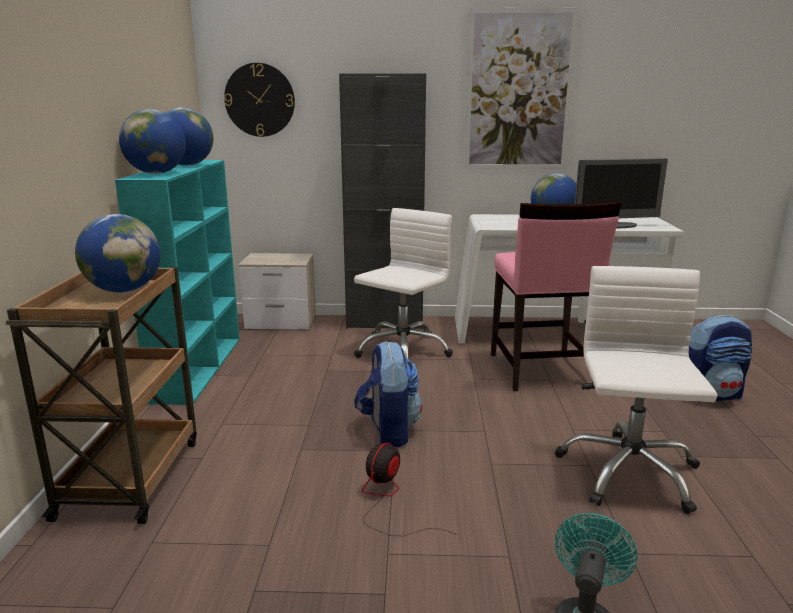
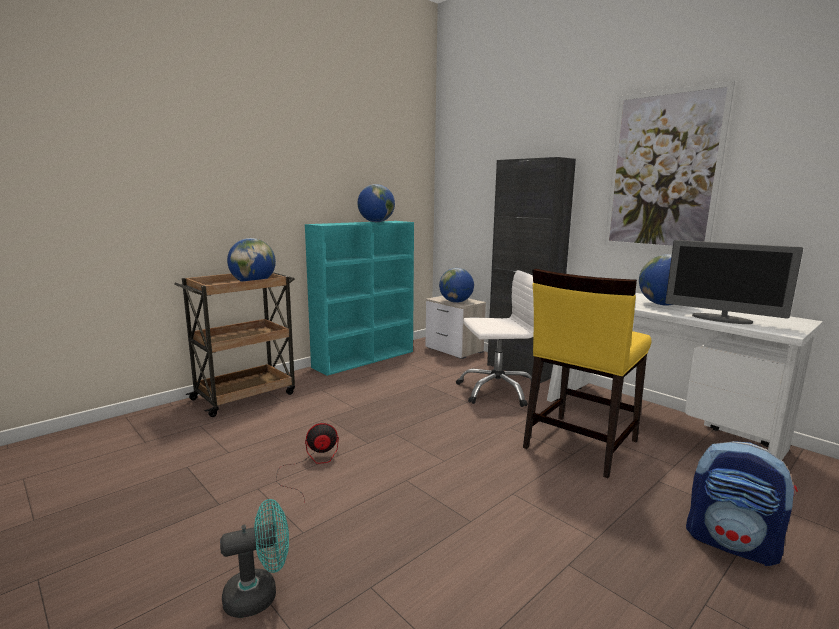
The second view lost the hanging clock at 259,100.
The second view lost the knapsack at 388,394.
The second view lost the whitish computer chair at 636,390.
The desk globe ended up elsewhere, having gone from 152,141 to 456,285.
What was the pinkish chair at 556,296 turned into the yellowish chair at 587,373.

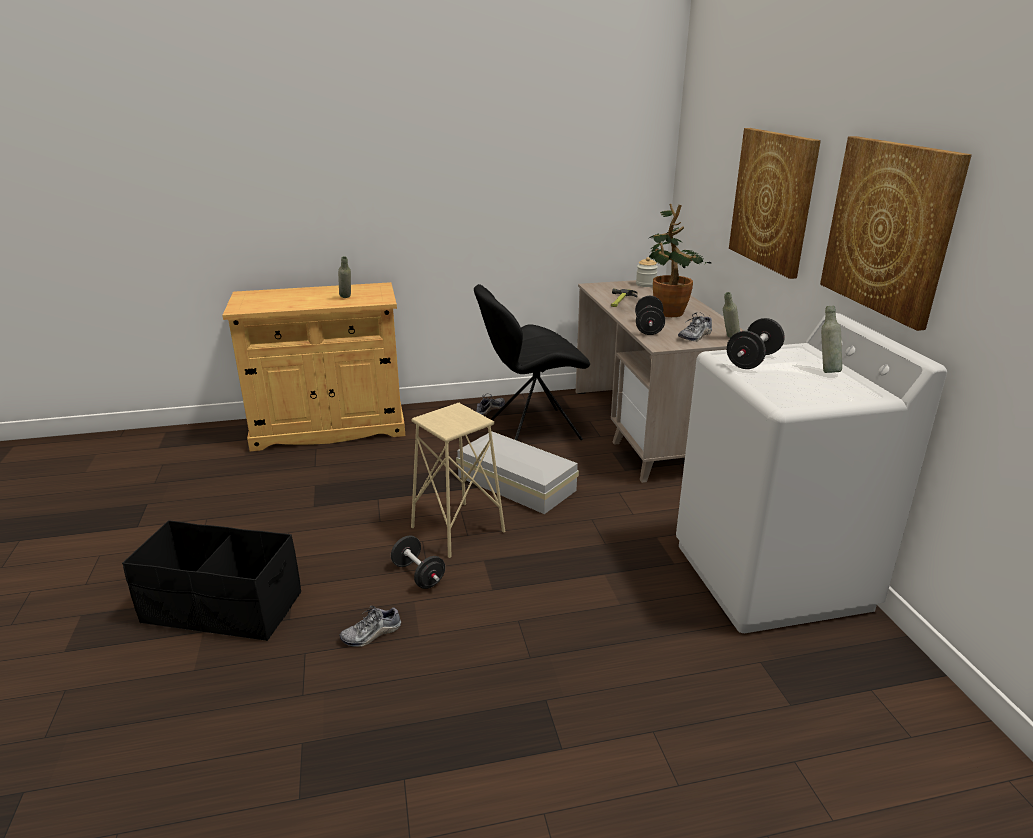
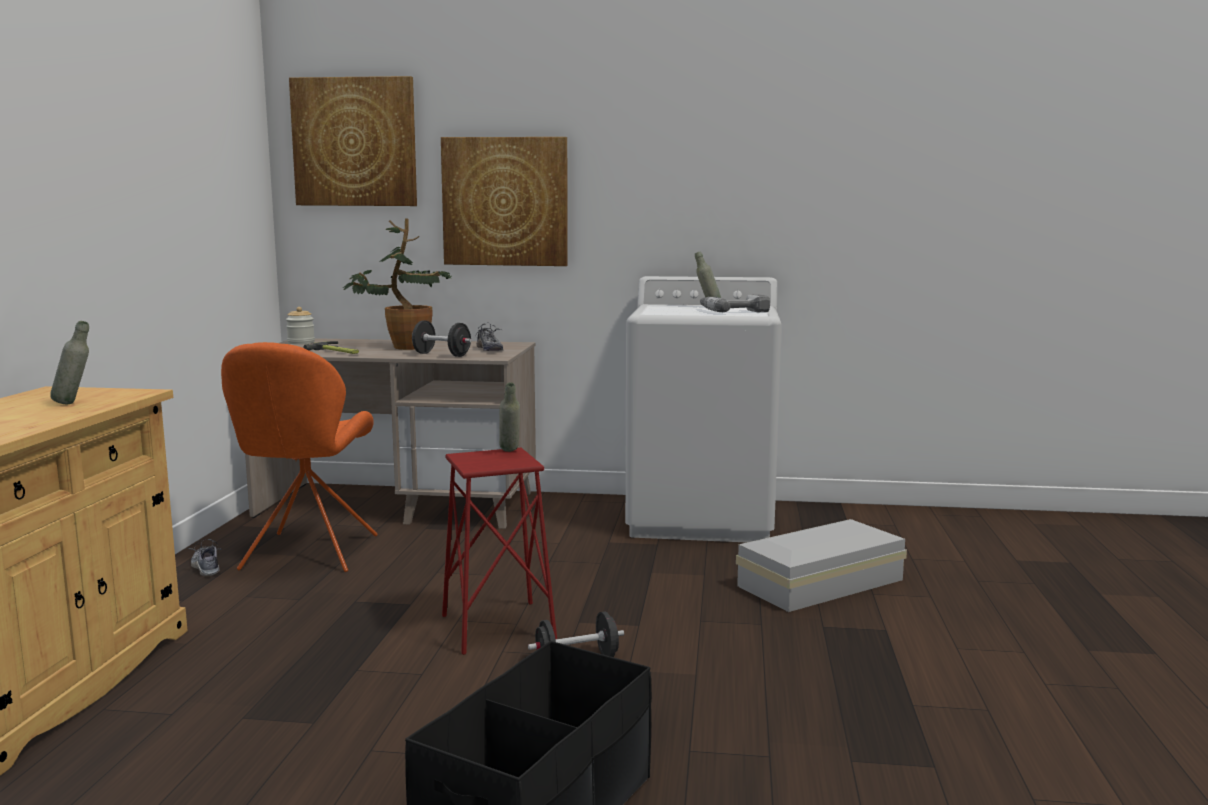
The second view lost the low shoe at 370,626.
The second view lost the blackish free weight at 756,343.
The second view gained the electric drill at 735,303.
The whitish storage bin ended up elsewhere, having gone from 517,472 to 821,565.
The greyish beverage bottle ended up elsewhere, having gone from 731,315 to 509,417.
The wall art ended up elsewhere, having gone from 896,233 to 353,141.
What was the beige sitting stool at 458,480 turned into the red-coloured sitting stool at 499,551.
What was the blackish chair at 532,362 turned into the orangey chair at 299,457.

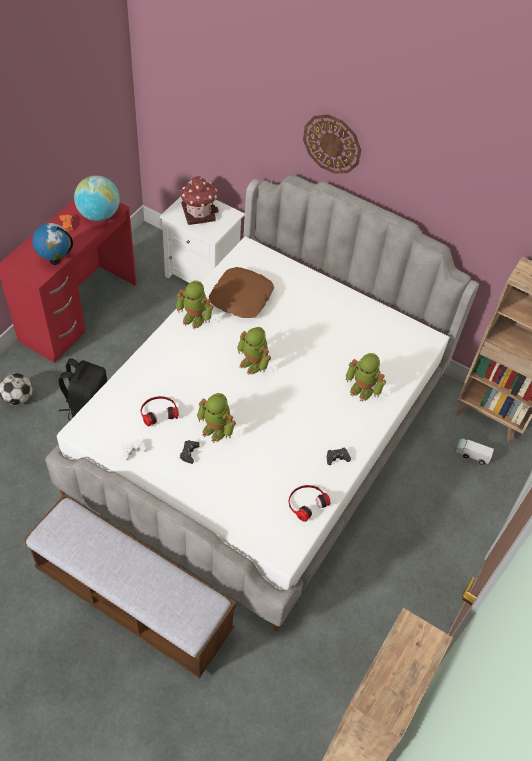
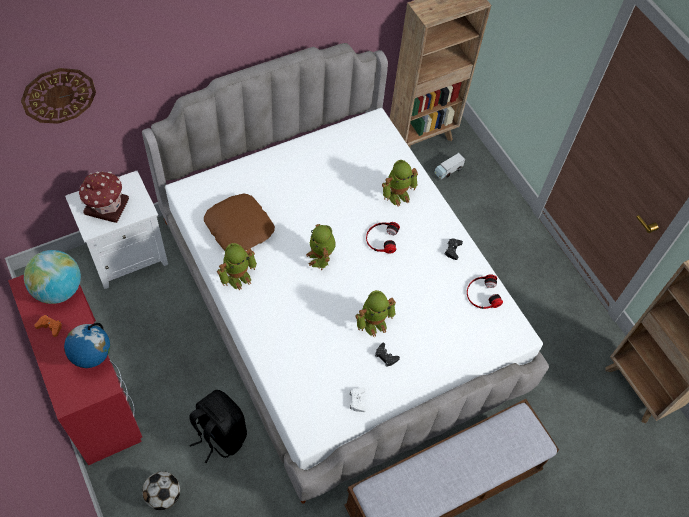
The pair of headphones ended up elsewhere, having gone from 159,411 to 383,238.
The hanging clock ended up elsewhere, having gone from 332,144 to 58,96.
The robot figure at 254,351 ended up facing another way, 90 degrees clockwise from before.

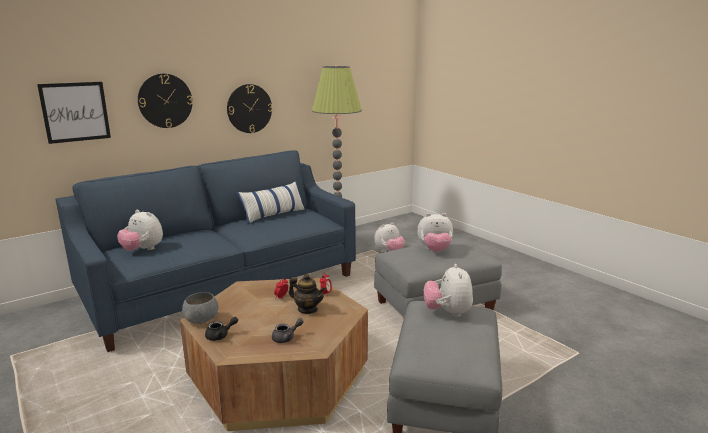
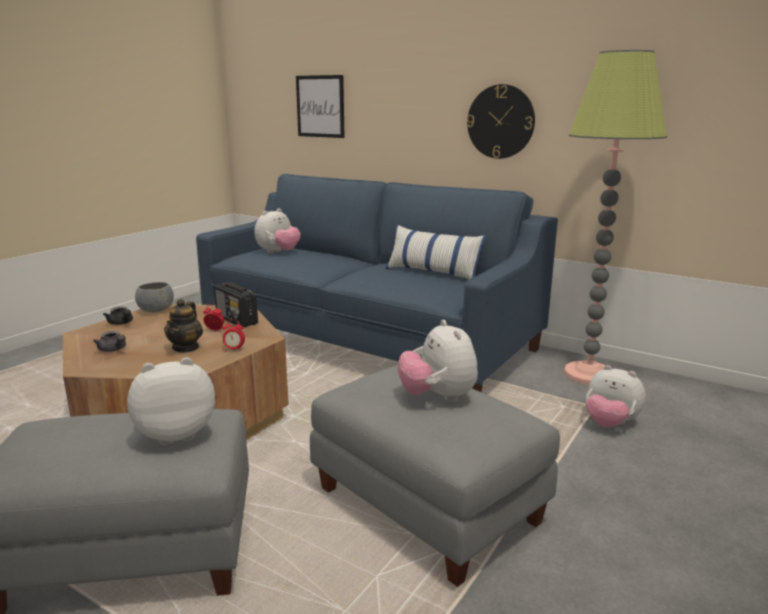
The second view lost the hanging clock at 165,101.
The second view gained the radio at 236,305.
The cuddly toy at 140,230 ended up facing another way, 150 degrees counterclockwise from before.

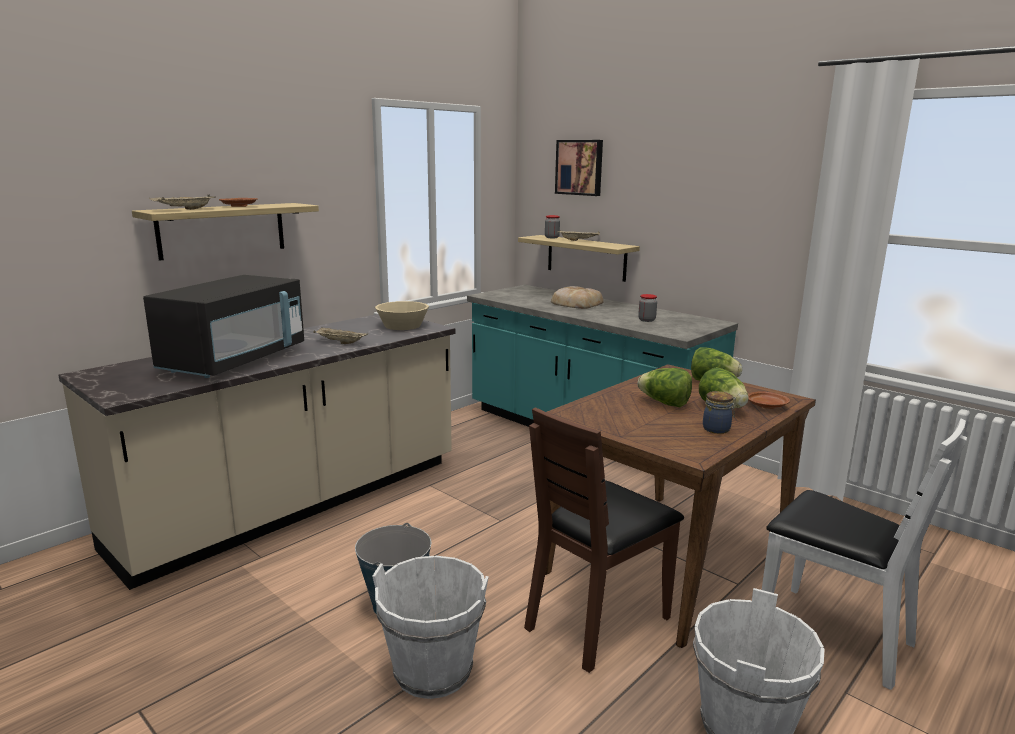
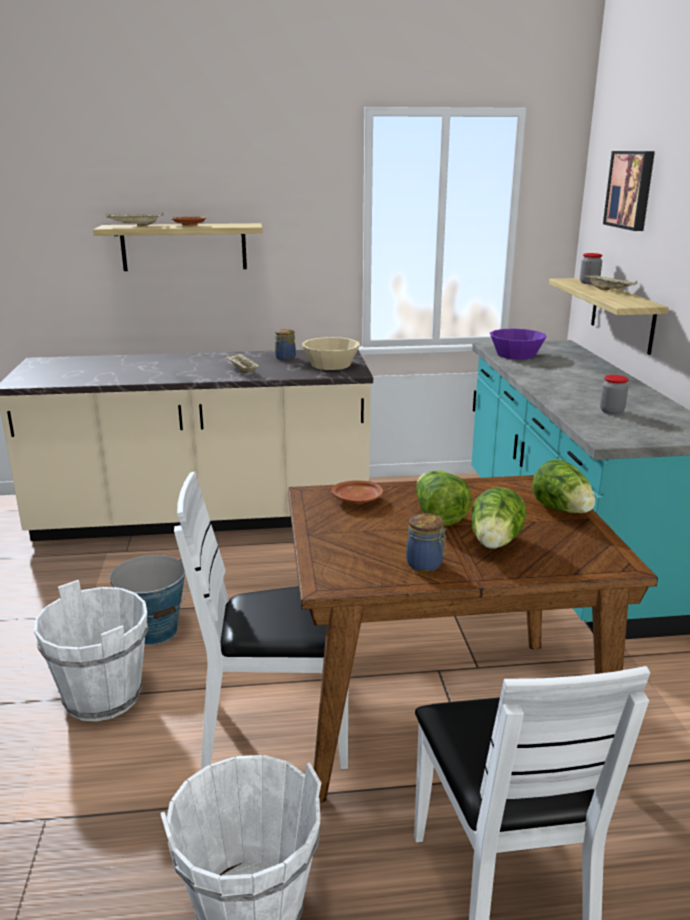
The second view lost the blackish microwave at 223,326.
The second view lost the bakery bread at 577,297.
The second view gained the storage jar at 285,344.
The second view gained the purplish bowl at 518,344.
The brown-coloured dinner plate ended up elsewhere, having gone from 769,400 to 357,492.
What was the brown-coloured chair at 604,540 turned into the whitish chair at 261,621.

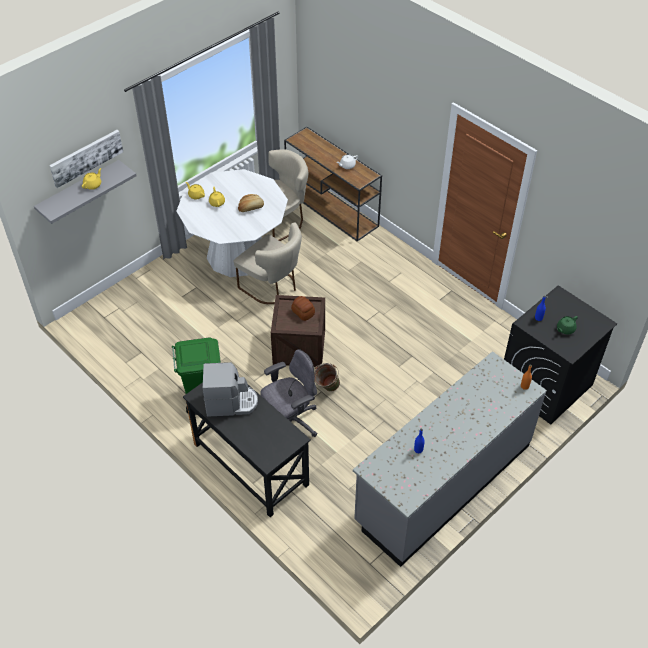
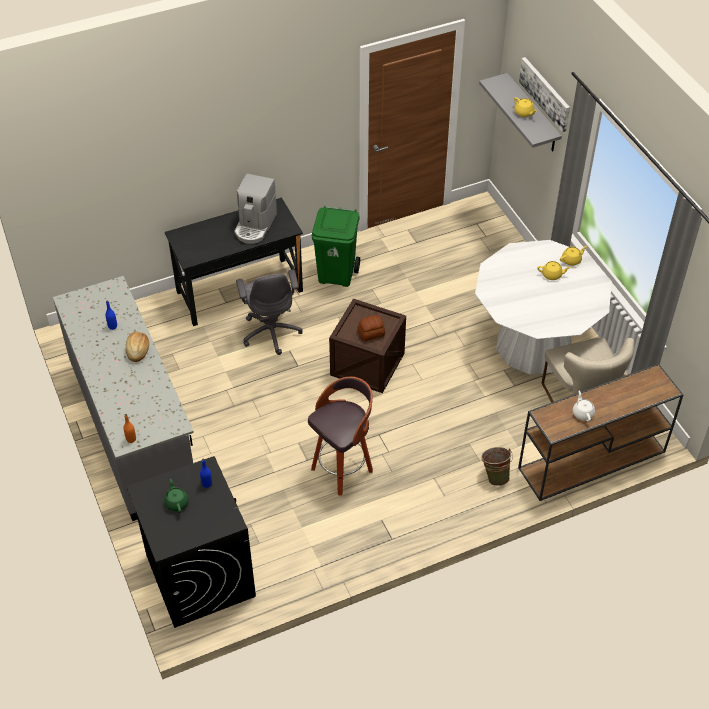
The second view lost the beige chair at 268,263.
The second view gained the sitting stool at 340,436.
The bakery bread ended up elsewhere, having gone from 251,203 to 137,347.
The green-coloured water bucket ended up elsewhere, having gone from 327,377 to 497,466.

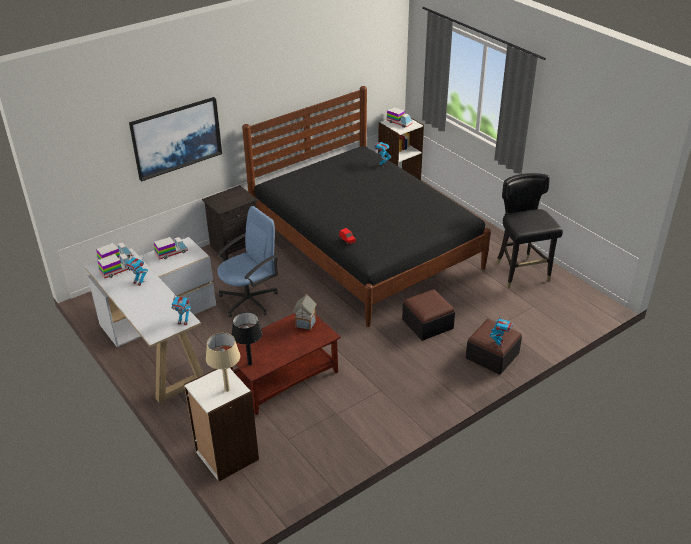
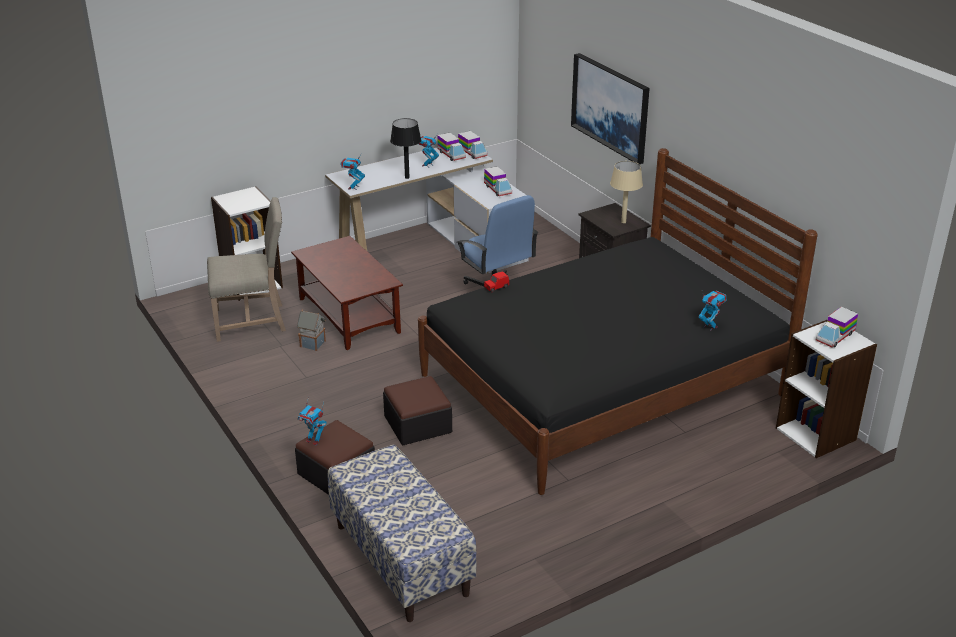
The second view lost the blackish chair at 529,230.
The second view gained the beige chair at 246,269.
The second view gained the long seat at 402,533.
The beige lamp for a table ended up elsewhere, having gone from 223,362 to 626,192.
The blackish lamp for a table ended up elsewhere, having gone from 246,339 to 405,148.
The toy house ended up elsewhere, having gone from 305,312 to 311,330.

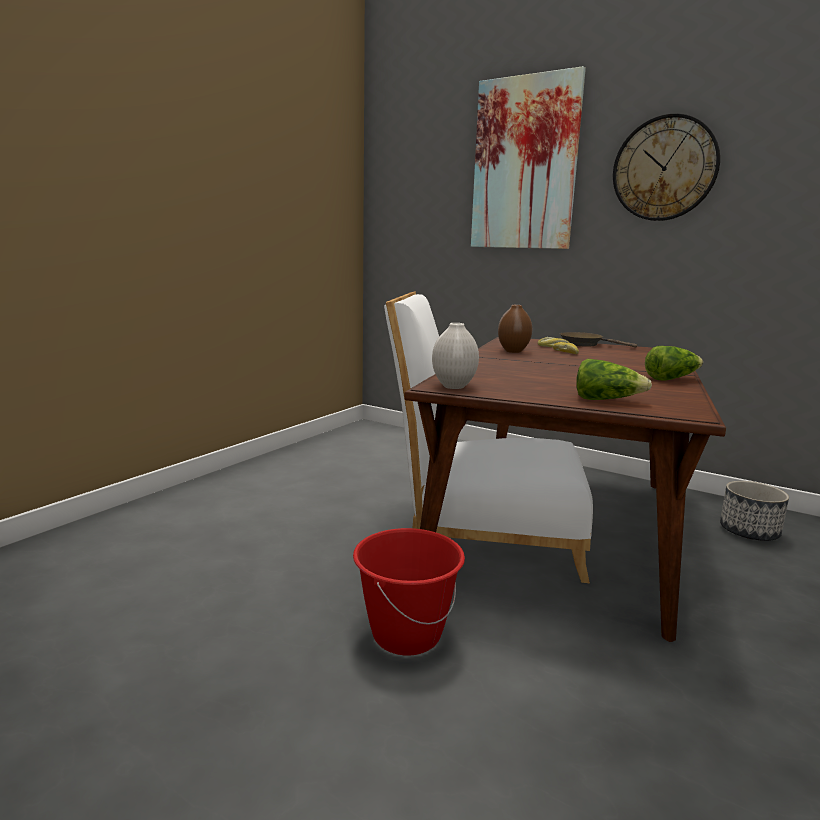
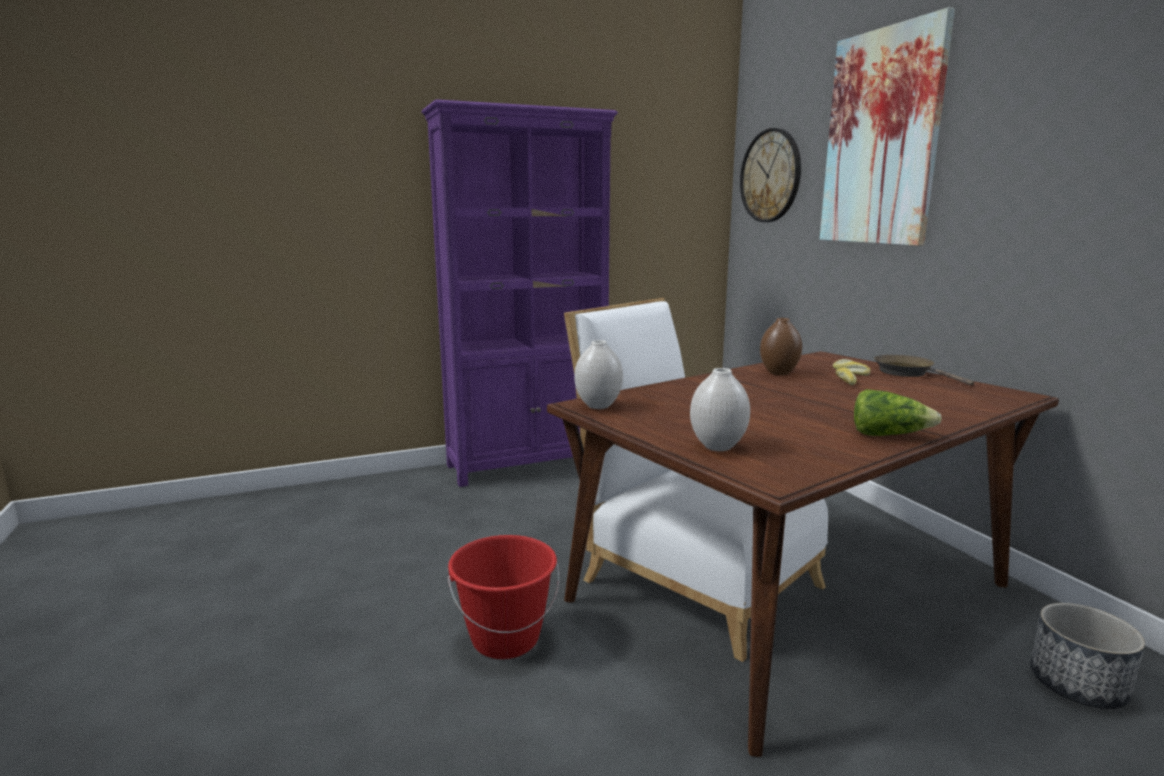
The second view gained the purplish bookshelf at 520,293.
The hanging clock ended up elsewhere, having gone from 666,167 to 770,175.
Where the lettuce stood at 614,379, the whitish vase came to stand at 720,409.

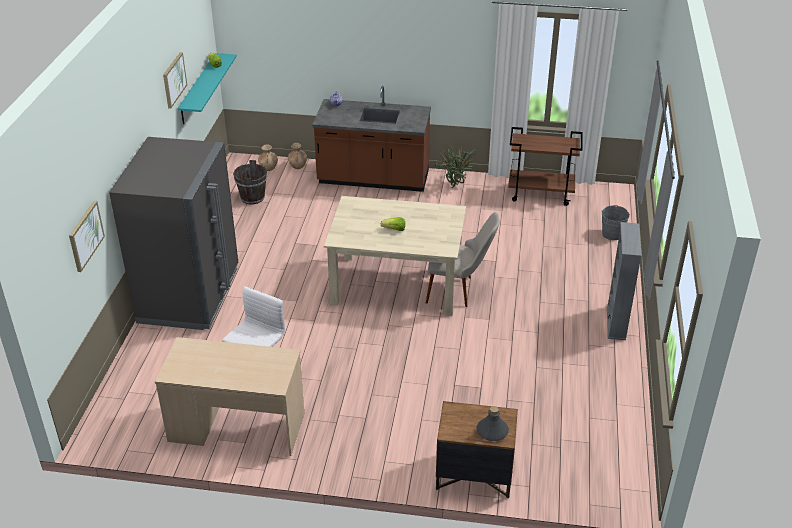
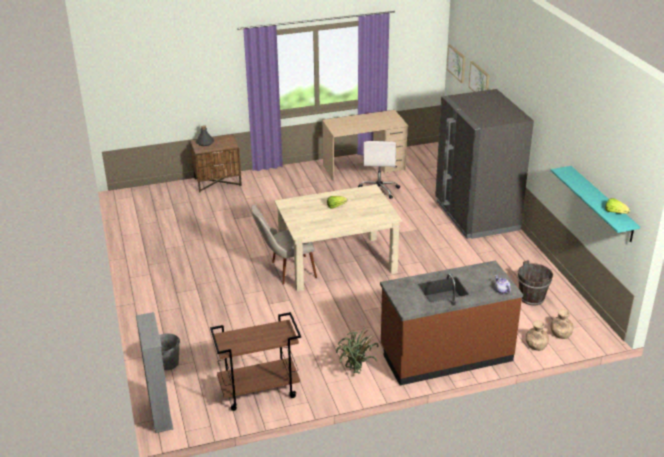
The wall art ended up elsewhere, having gone from 175,80 to 456,64.
The greyish bookshelf ended up elsewhere, having gone from 624,281 to 155,372.

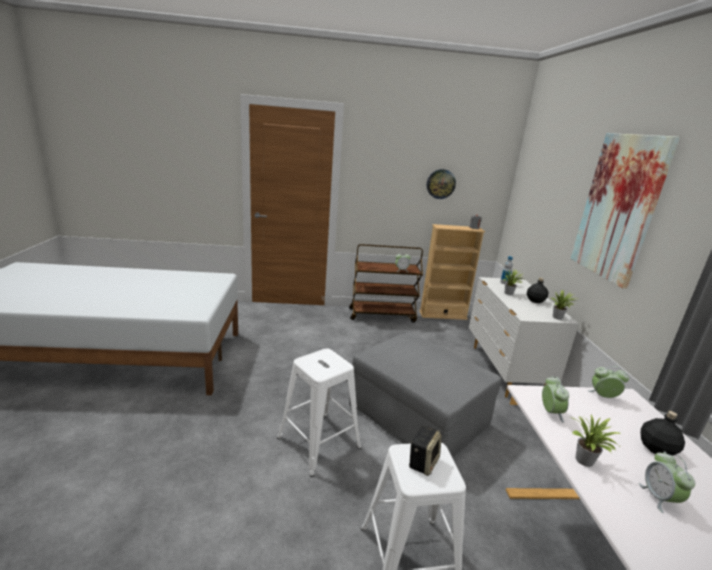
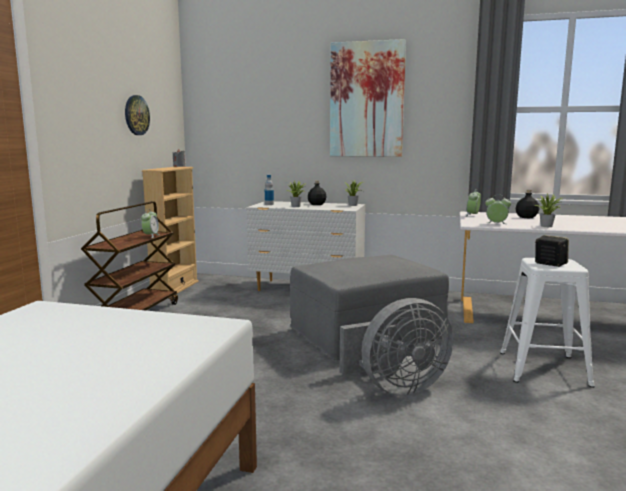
The second view lost the bedside clock at 667,482.
Where the whitish sitting stool stood at 319,412, the greyish electric fan came to stand at 396,347.

